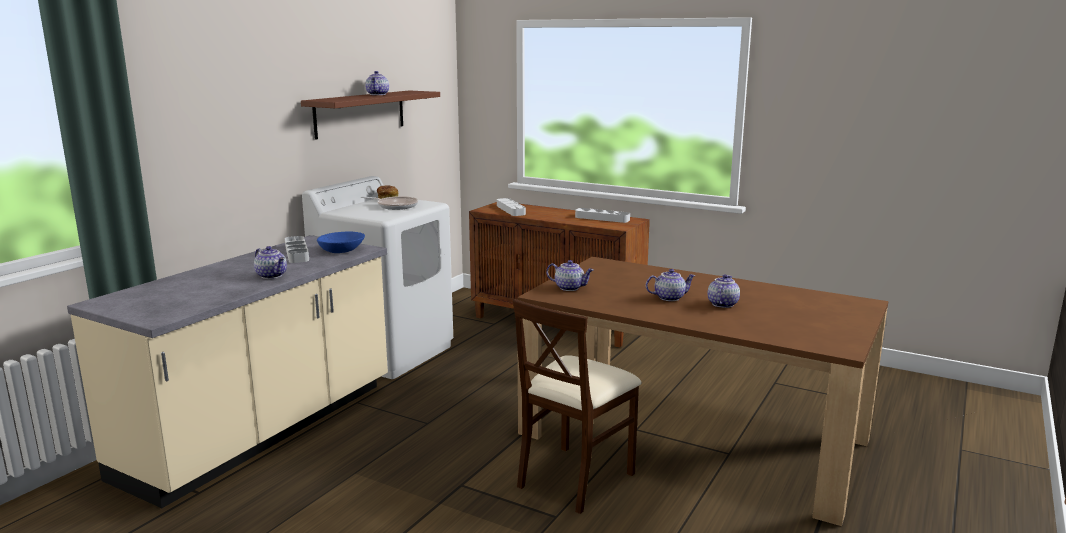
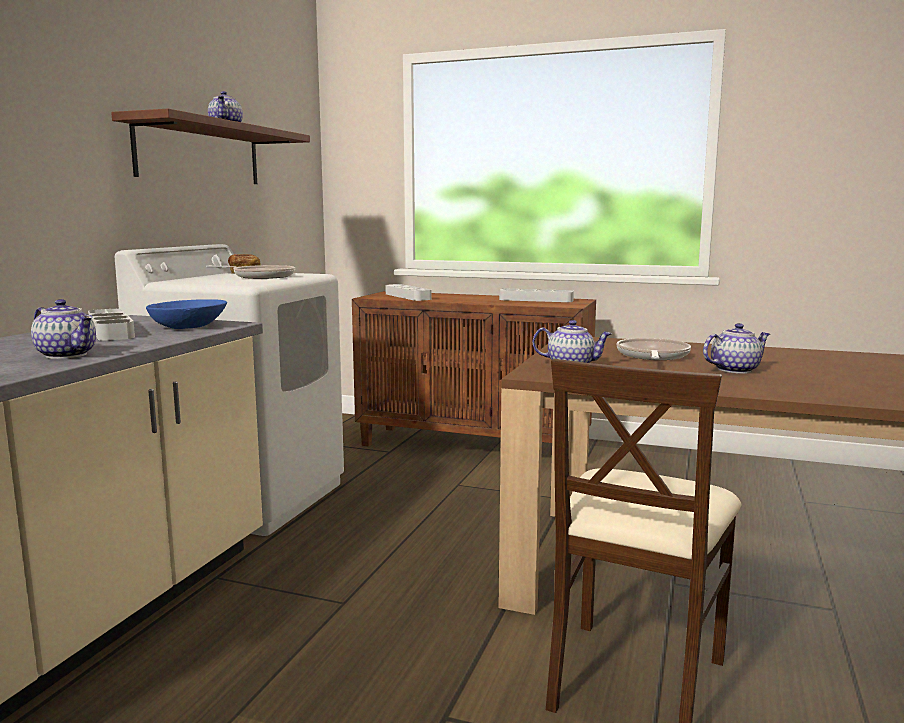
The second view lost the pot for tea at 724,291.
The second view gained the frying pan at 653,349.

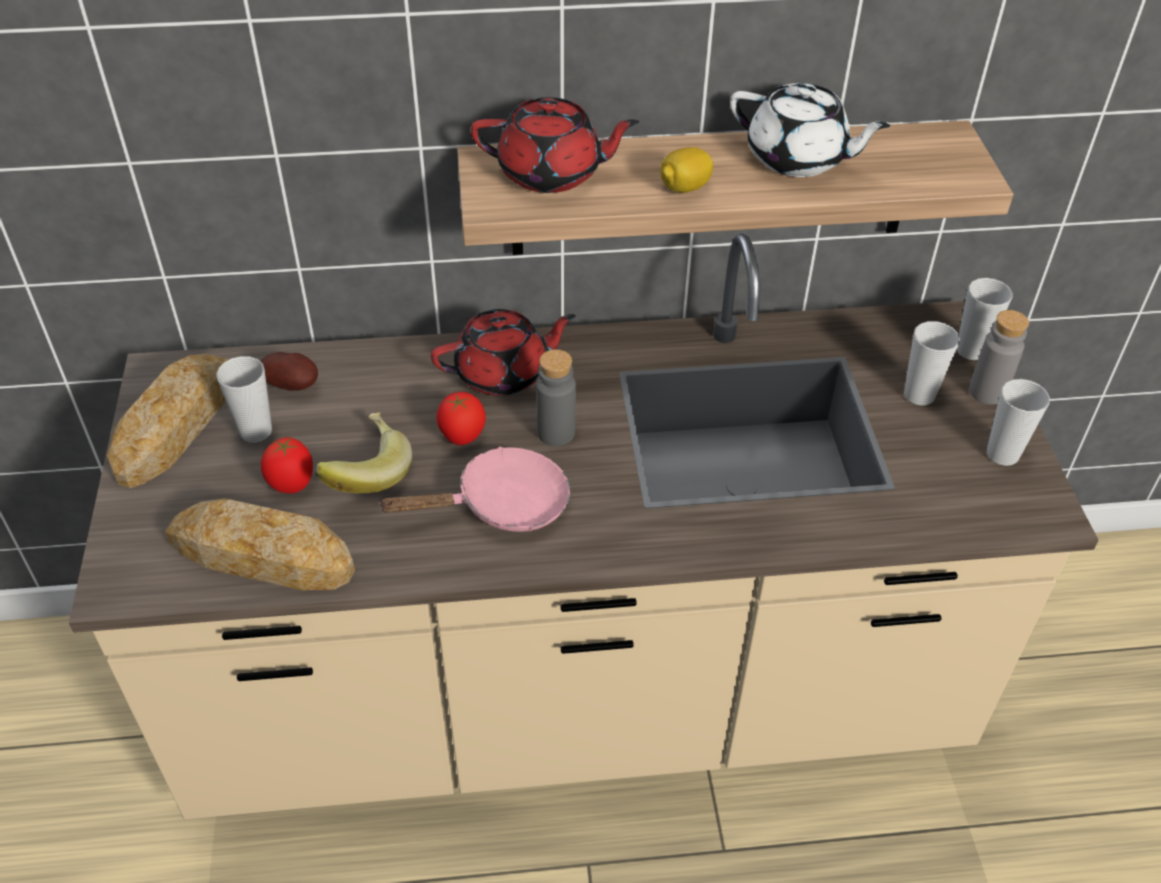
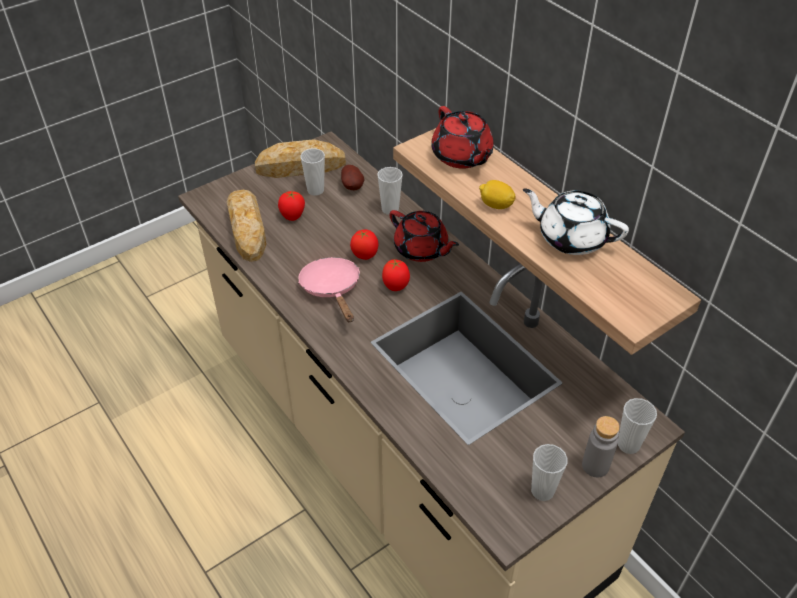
The second view lost the banana at 363,452.
The drinking cup ended up elsewhere, having gone from 932,363 to 390,191.
Where the greyish beverage bottle stood at 556,397, the tomato came to stand at 396,275.
The pinkish frying pan at 474,489 ended up facing another way, 150 degrees counterclockwise from before.
The whitish pot for tea at 810,130 ended up facing another way, 120 degrees clockwise from before.

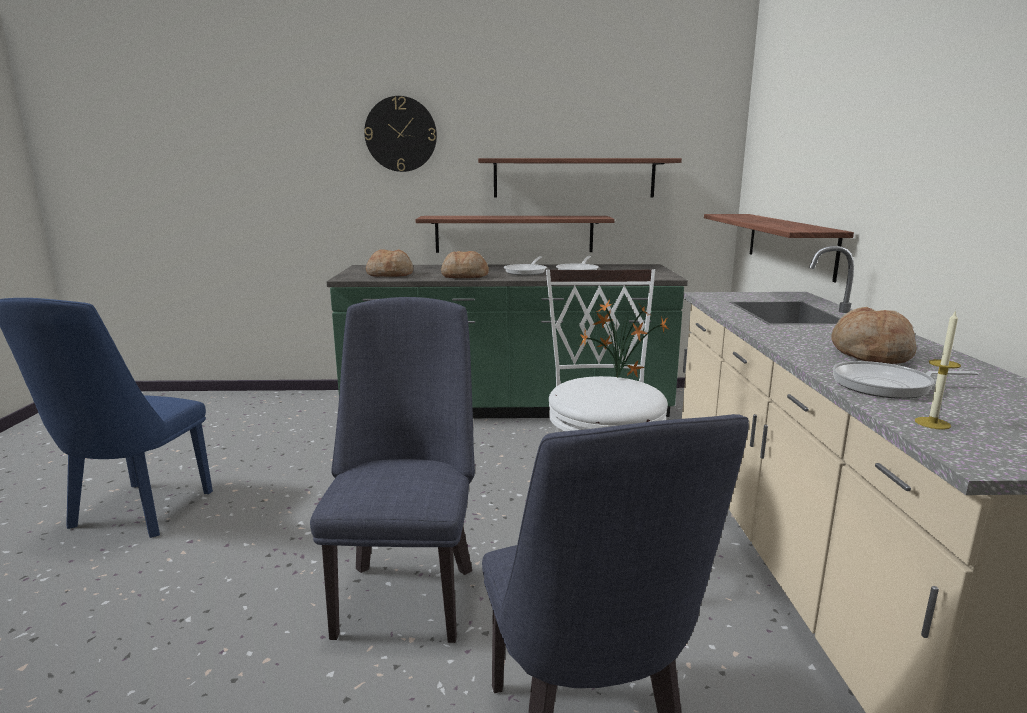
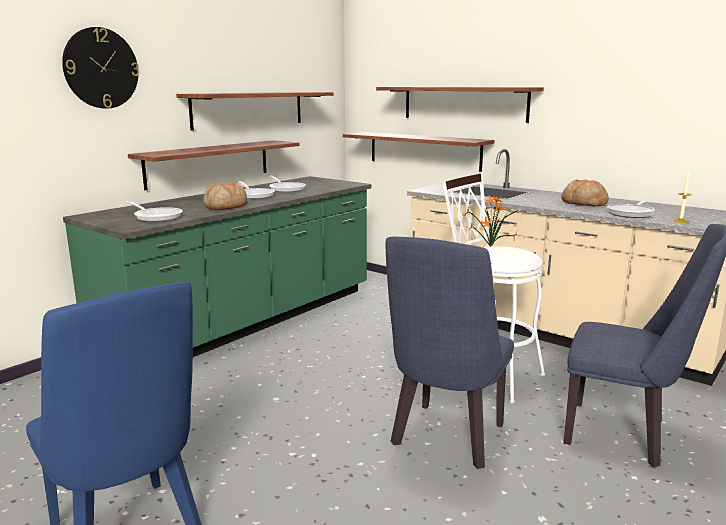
The second view gained the wall shelf at 460,105.
Where the bakery bread stood at 389,263, the frying pan came to stand at 154,211.
The blue-coloured chair at 392,470 ended up facing another way, 105 degrees counterclockwise from before.

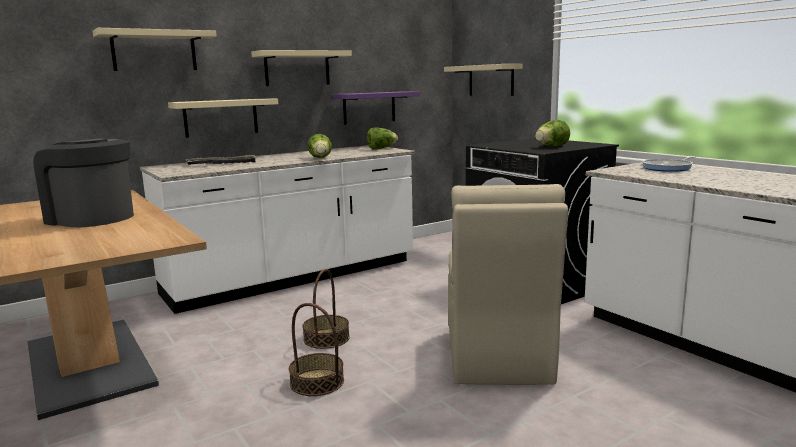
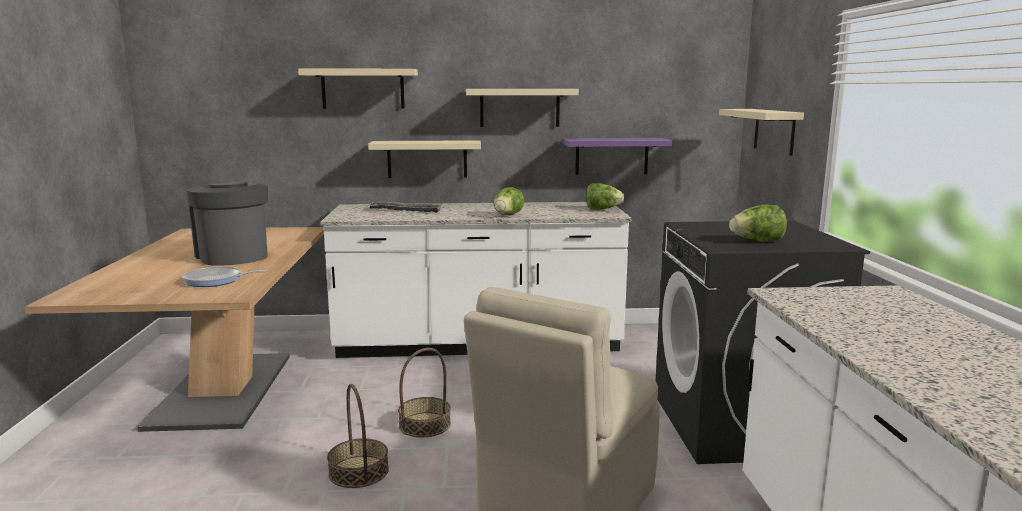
The frying pan ended up elsewhere, having gone from 669,164 to 225,276.

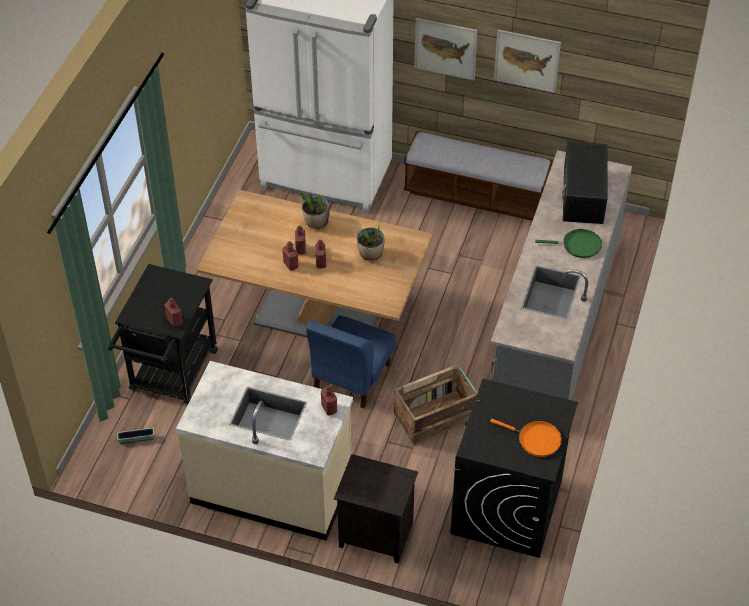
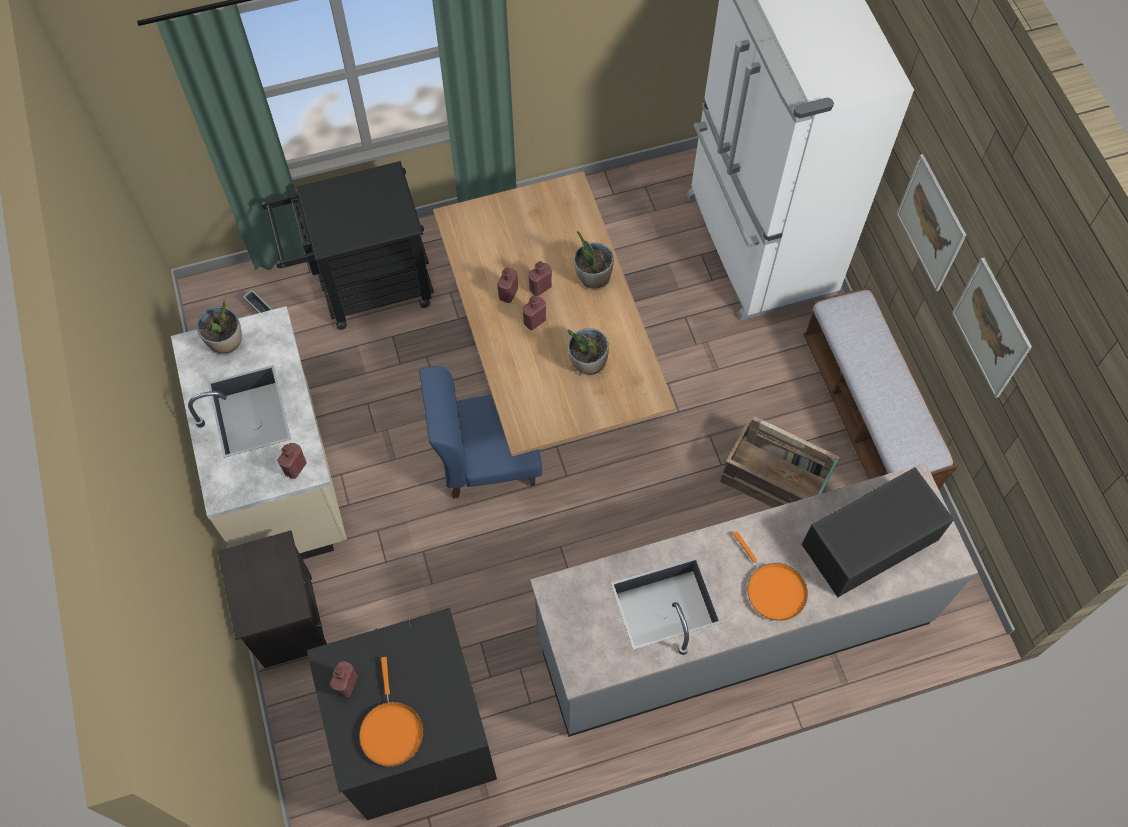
The second view gained the plant in a pot at 219,327.
The red-coloured beverage bottle ended up elsewhere, having gone from 173,312 to 344,679.
The packing crate ended up elsewhere, having gone from 436,404 to 780,461.
What was the green-coloured frying pan at 568,243 turned into the orangey frying pan at 770,576.

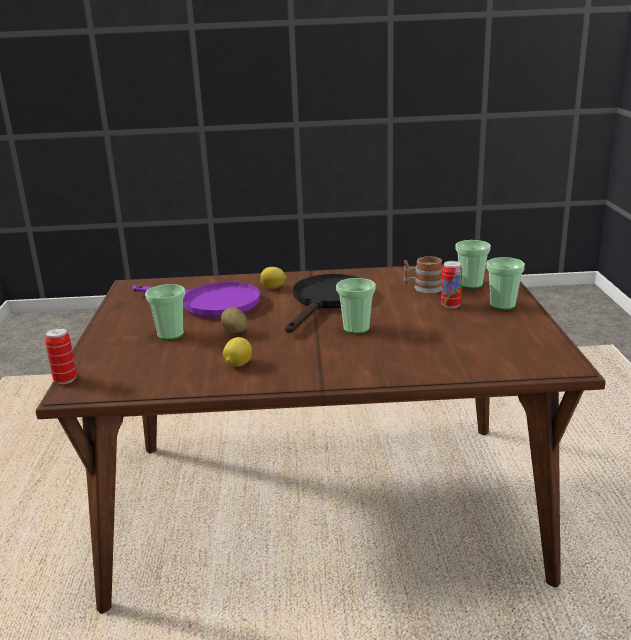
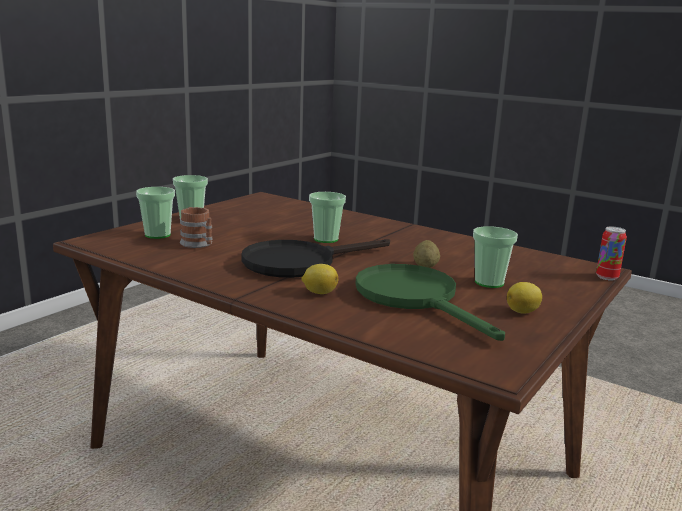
The second view lost the can at 451,285.
The citrus fruit ended up elsewhere, having gone from 237,352 to 524,298.
What was the purplish frying pan at 196,300 turned into the green-coloured frying pan at 430,302.

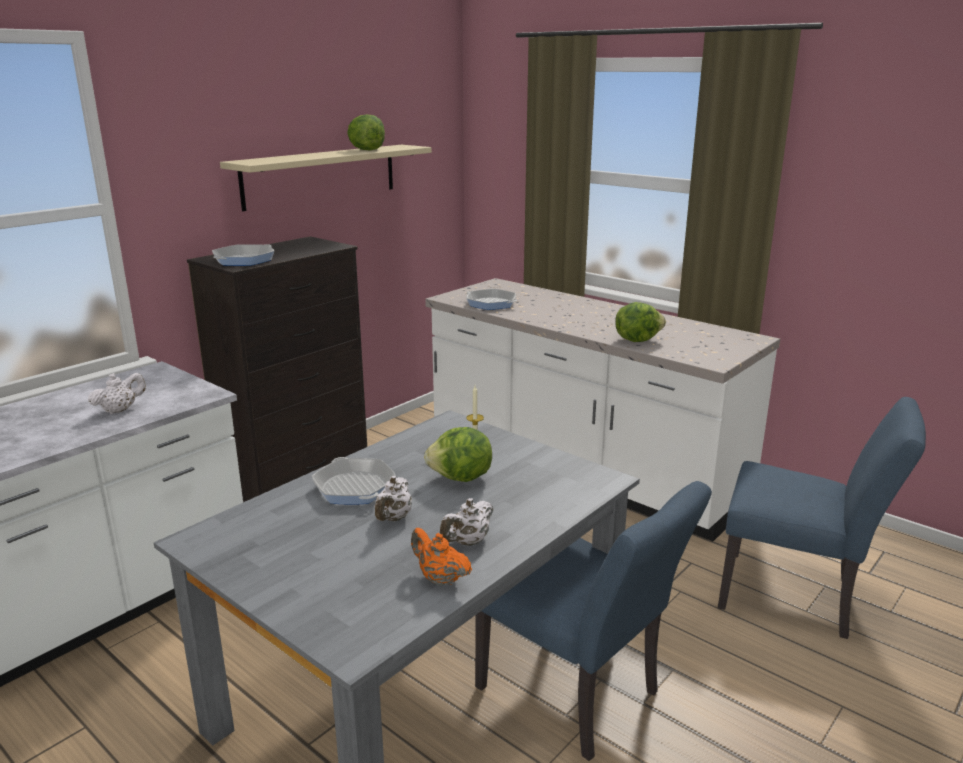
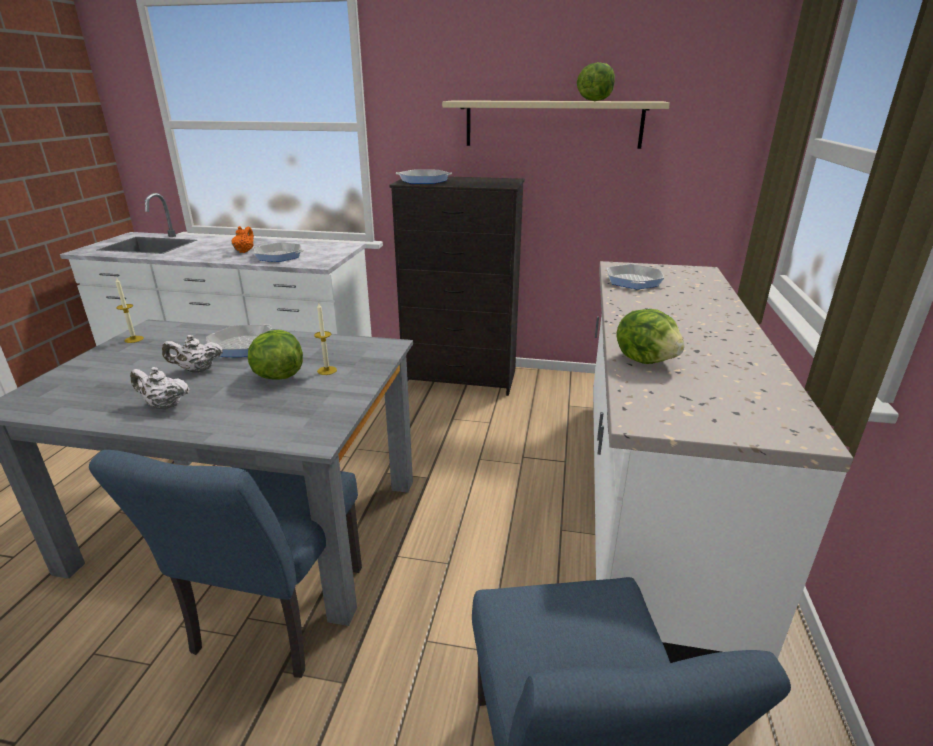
The second view gained the wax candle at 130,310.
The orangey pot for tea ended up elsewhere, having gone from 441,557 to 243,239.
Where the whitish pot for tea stood at 117,393, the frying pan came to stand at 278,252.

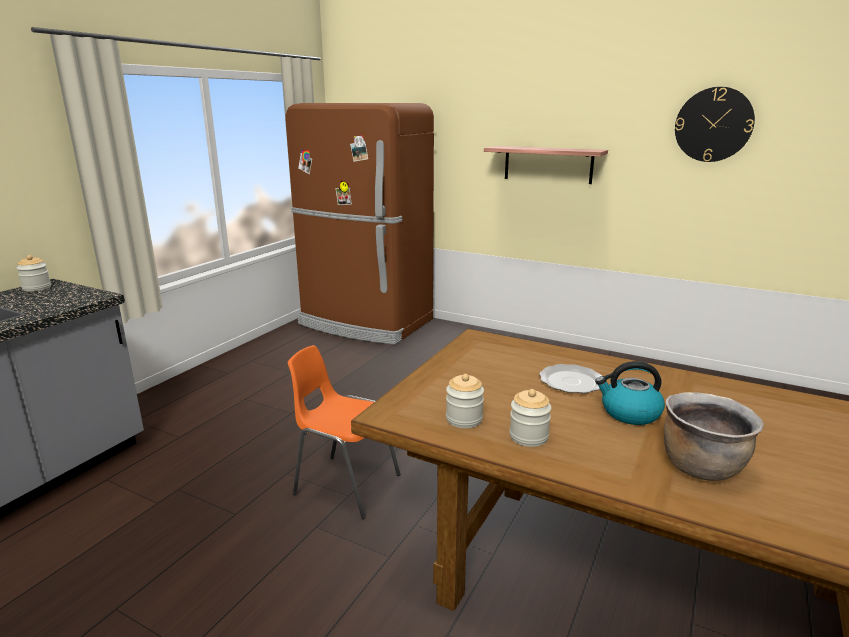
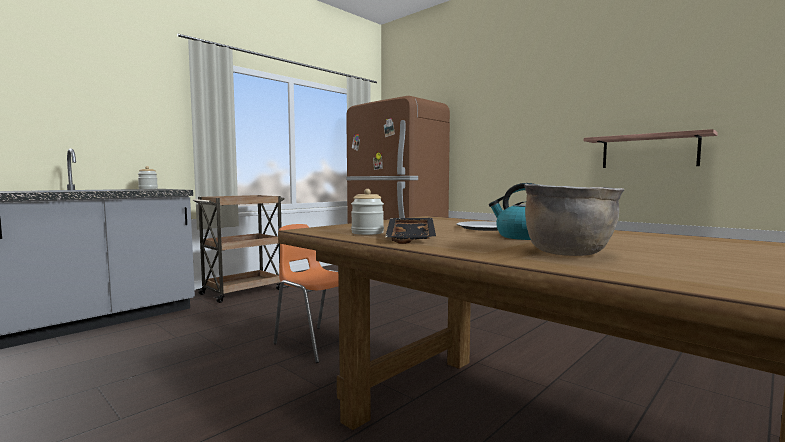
The second view lost the hanging clock at 715,124.
The second view gained the brown-coloured wheeled cart at 238,249.
The wall shelf ended up elsewhere, having gone from 546,165 to 651,148.
Where the storage jar stood at 530,418, the blackish carrying tray came to stand at 410,231.

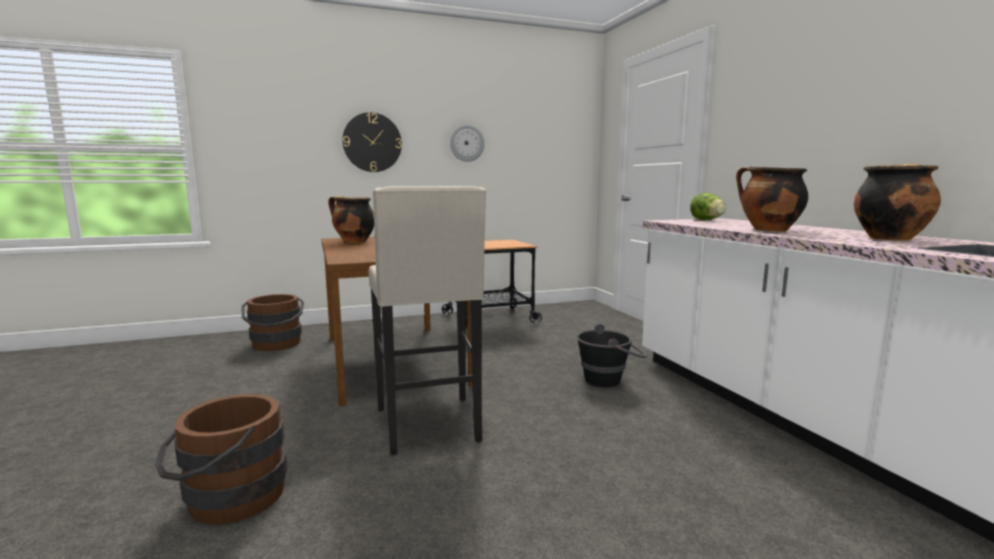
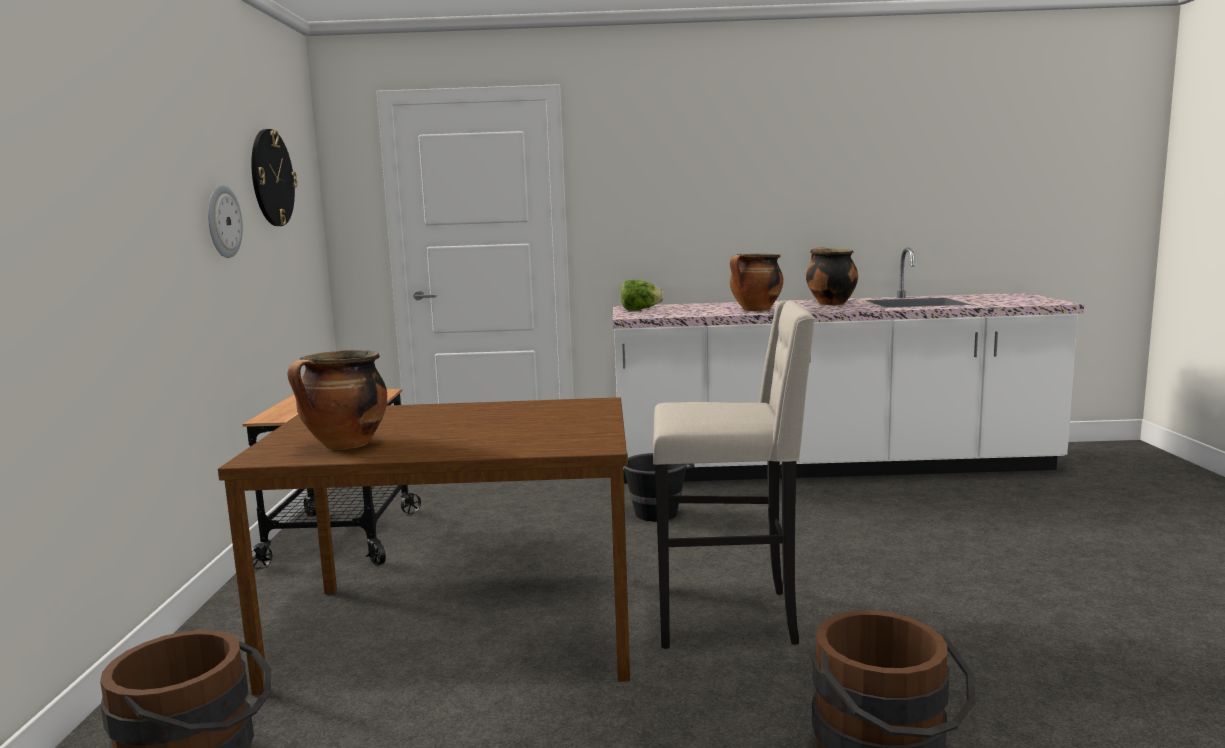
The hanging clock ended up elsewhere, having gone from 372,142 to 274,177.

